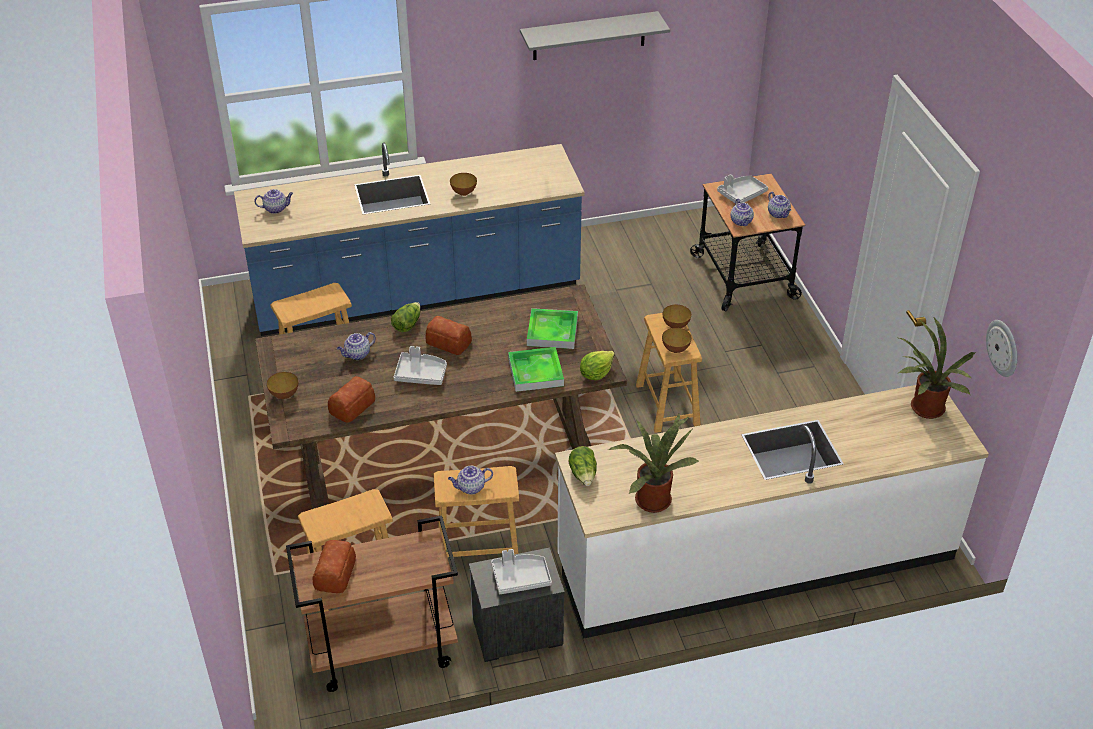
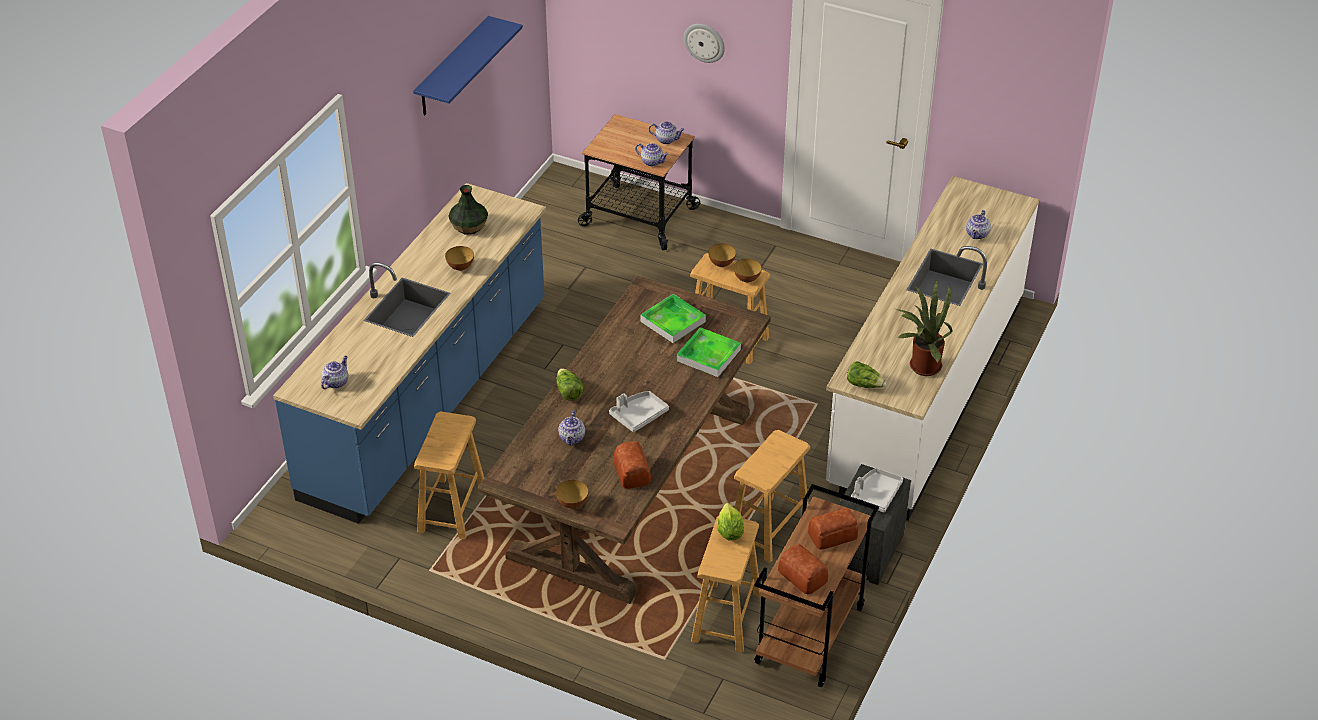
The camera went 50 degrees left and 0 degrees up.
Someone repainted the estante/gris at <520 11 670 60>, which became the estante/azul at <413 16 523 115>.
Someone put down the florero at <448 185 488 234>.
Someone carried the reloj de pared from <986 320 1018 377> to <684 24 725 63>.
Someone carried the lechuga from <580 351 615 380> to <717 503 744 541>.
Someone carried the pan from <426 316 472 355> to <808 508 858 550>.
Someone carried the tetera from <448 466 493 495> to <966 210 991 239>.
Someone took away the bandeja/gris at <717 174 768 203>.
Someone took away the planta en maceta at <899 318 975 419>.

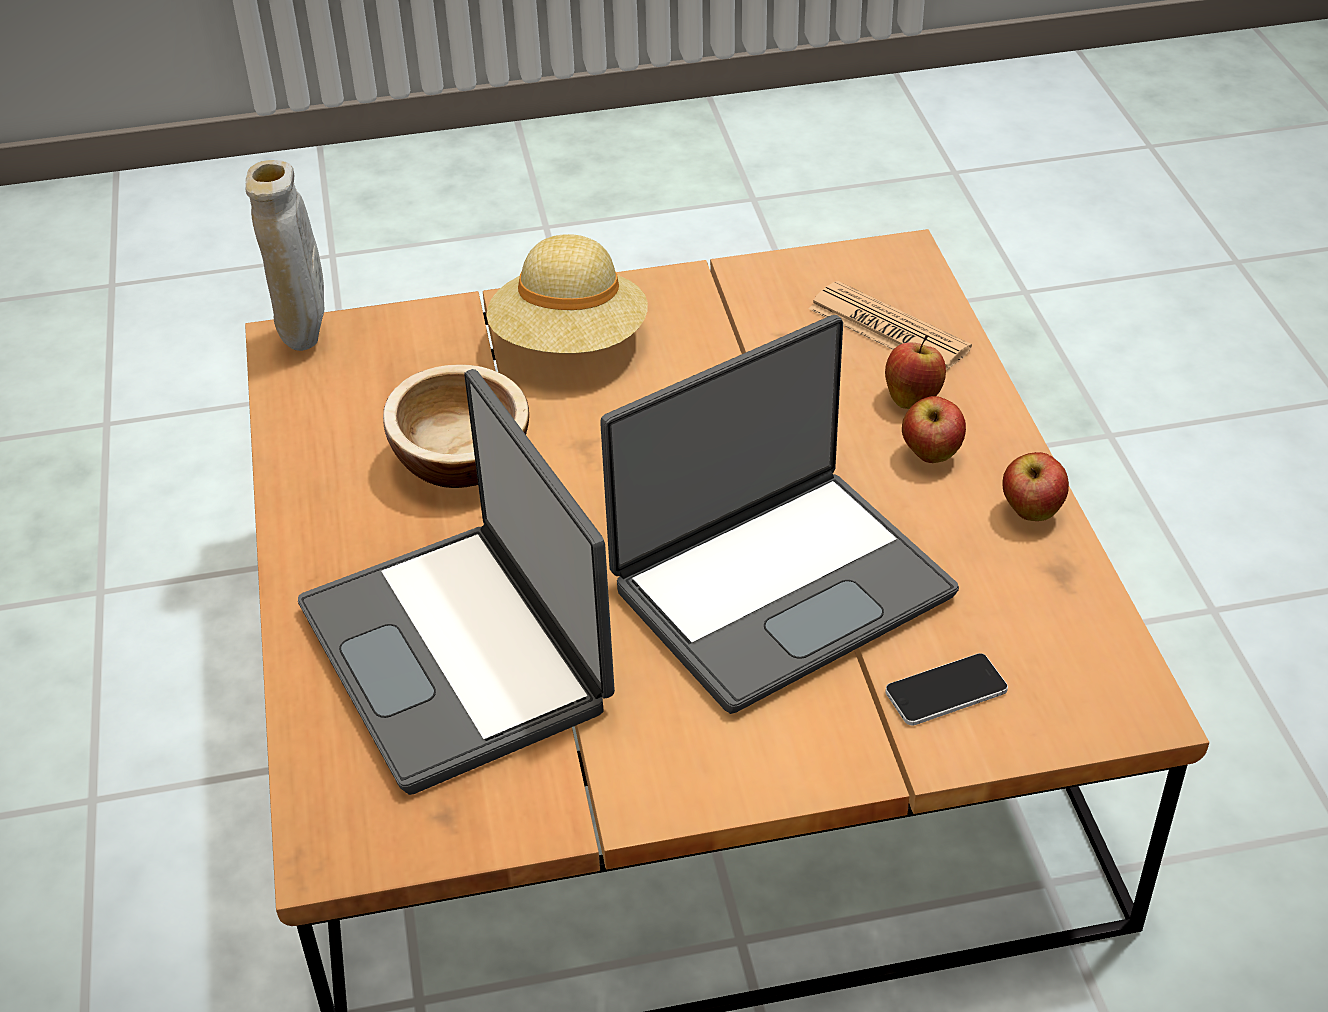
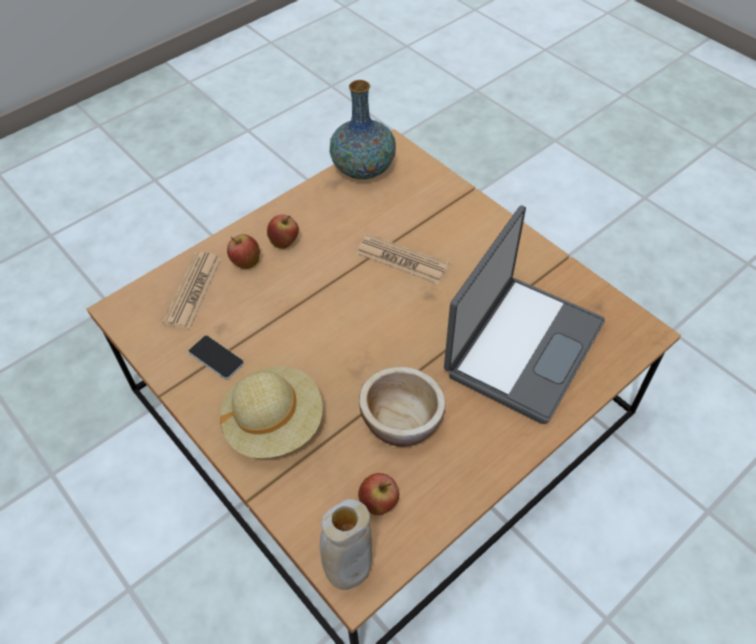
The camera went 120 degrees left and 10 degrees up.
Someone carried the móvil from <886 653 1008 725> to <188 336 244 380>.
Someone put down the florero at <330 80 396 179>.
Someone swapped the portátil at <600 315 959 714> for the periódico at <356 234 449 284>.
Someone carried the manzana from <1002 452 1069 521> to <358 473 399 515>.

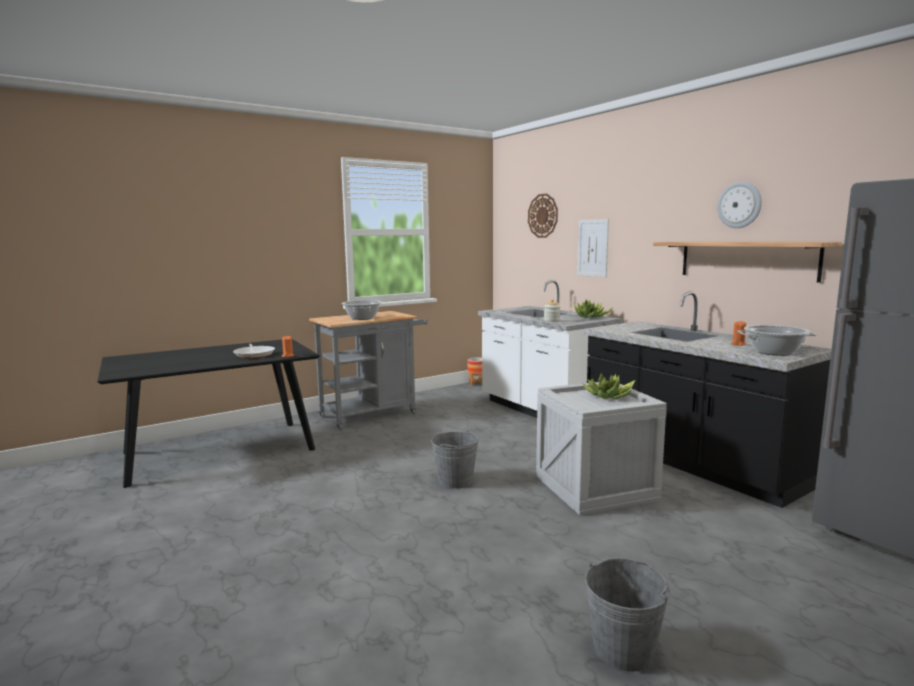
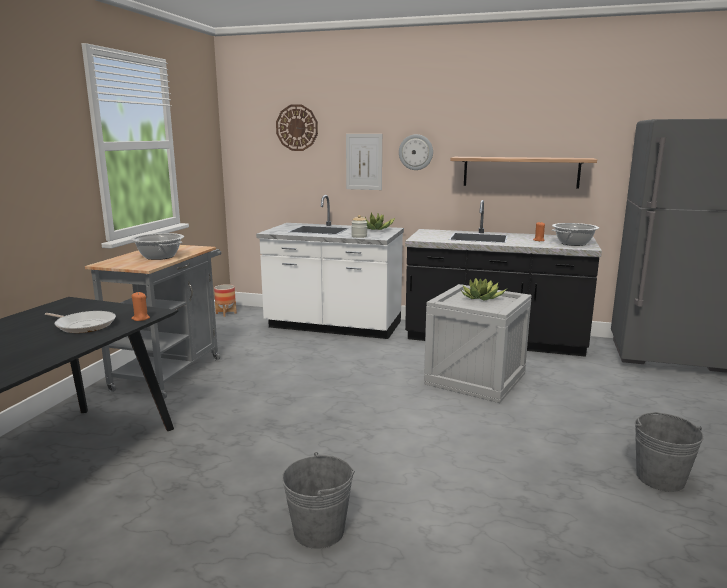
The camera went 40 degrees left and 5 degrees up.
Someone carried the cubo/gris from <431 430 479 489> to <282 452 355 549>.
Someone carried the reloj de pared from <717 182 762 228> to <399 134 433 170>.

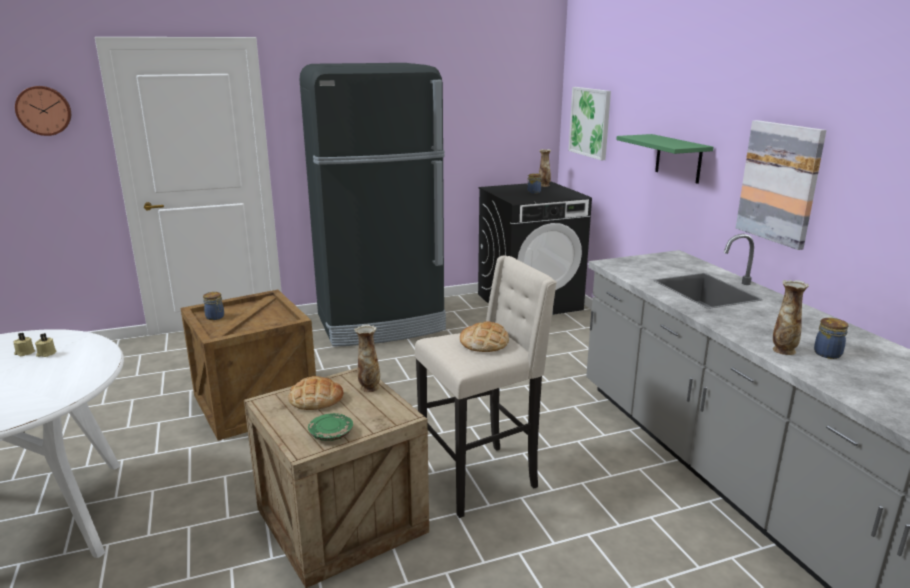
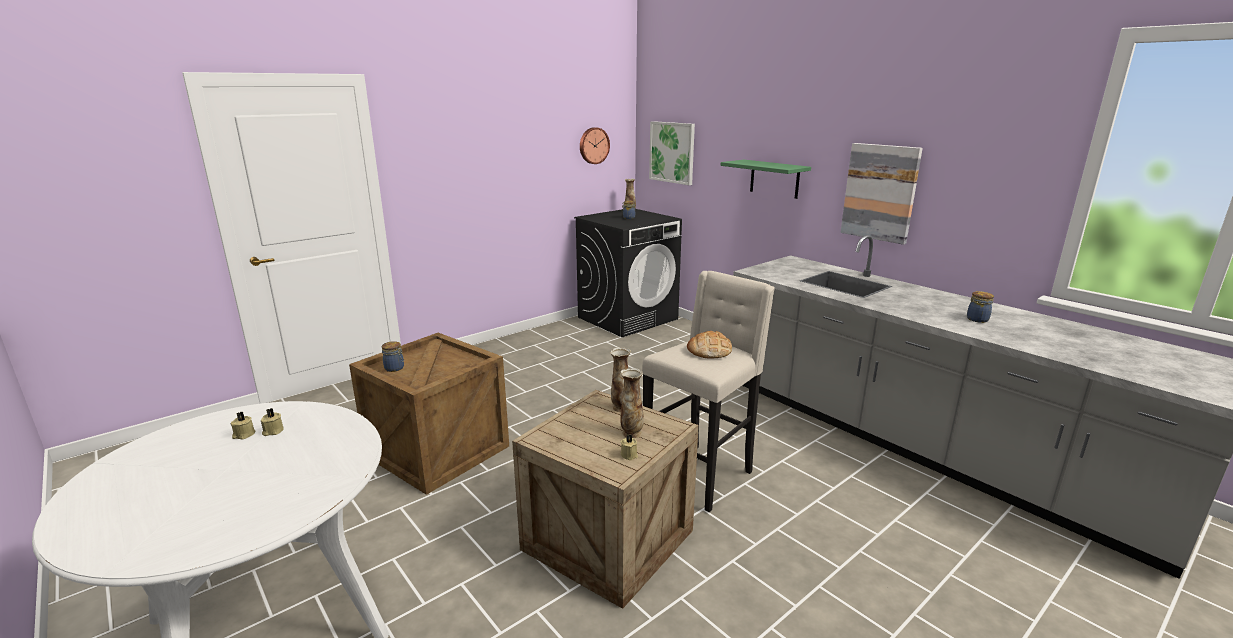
The camera went 20 degrees left and 0 degrees up.
Someone carried the reloj de pared from <15 86 71 136> to <580 127 610 164>.
Someone carried the florero from <773 280 809 355> to <620 368 644 438>.
Someone swapped the plato/verde at <308 413 353 441> for the vela/beis at <620 434 638 460>.
Someone took away the pan at <288 376 343 410>.
Someone took away the nevera/negro at <299 63 446 346>.

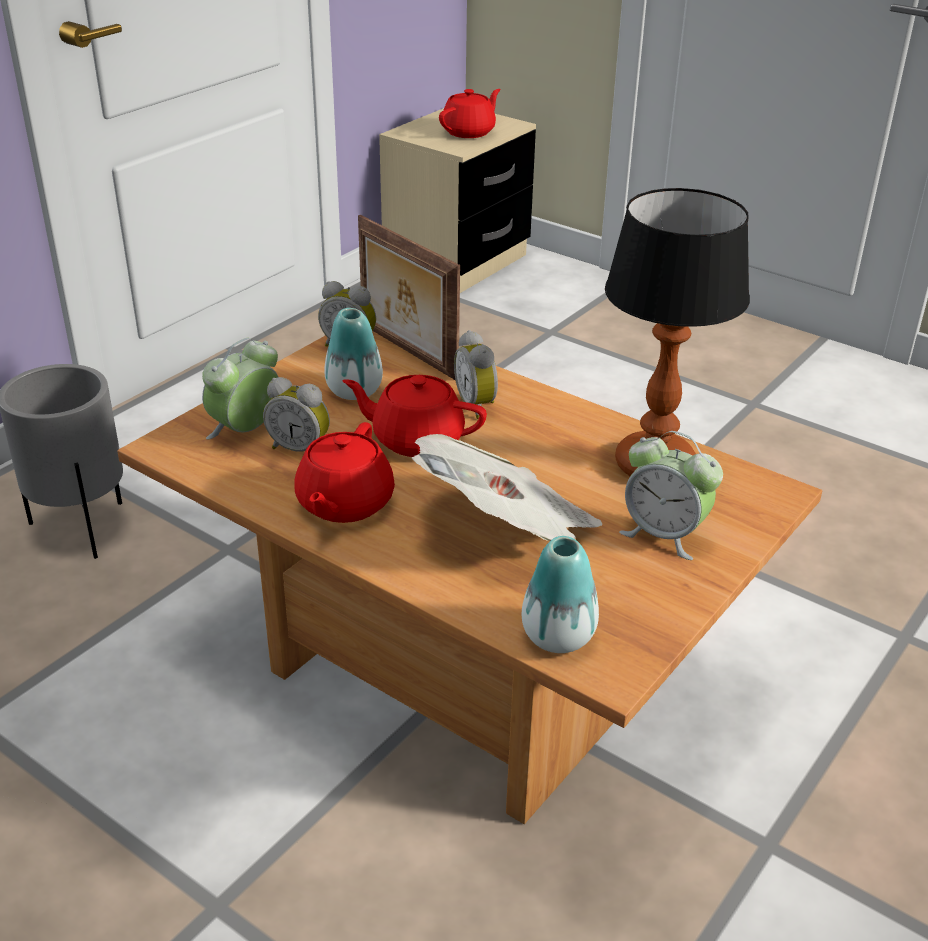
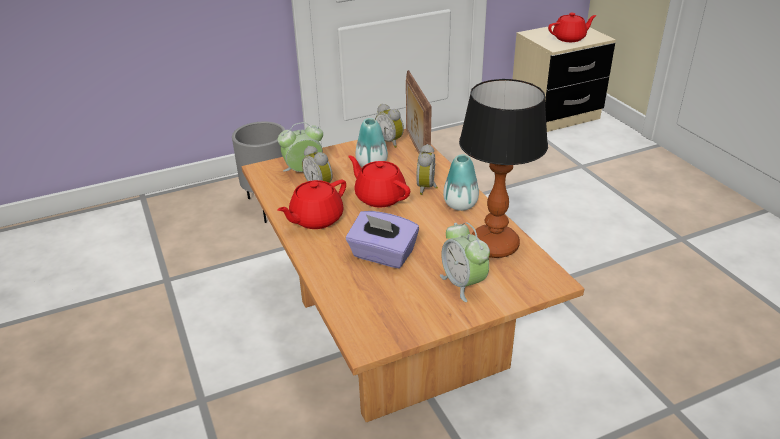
The camera went 30 degrees right and 0 degrees up.
Someone swapped the periódico at <412 434 603 541> for the caja de pañuelos/morado at <346 211 419 268>.
Someone carried the florero from <522 536 599 653> to <443 154 479 211>.

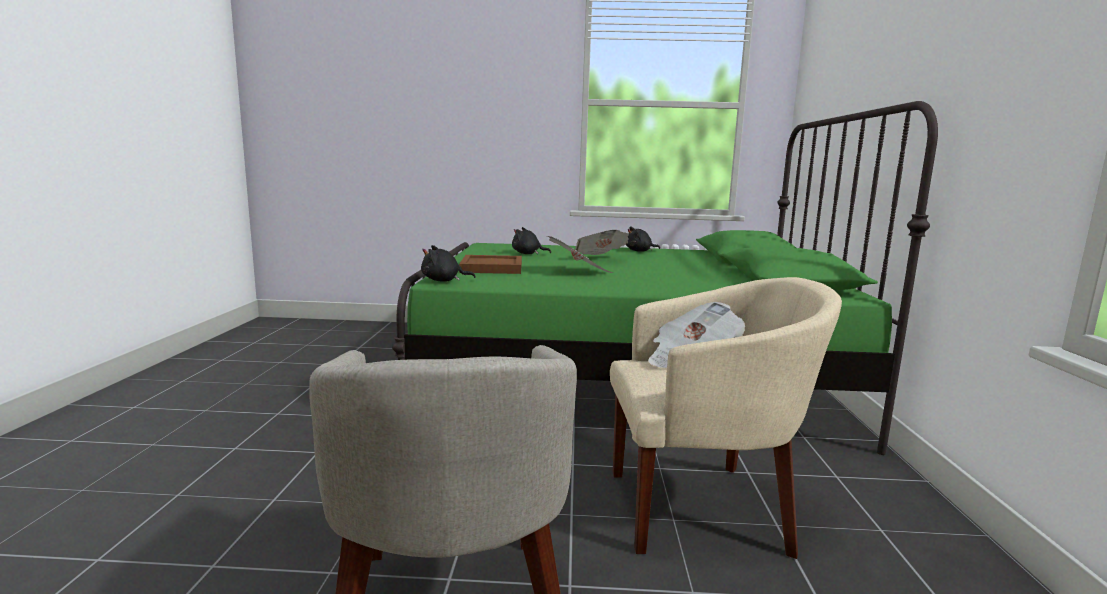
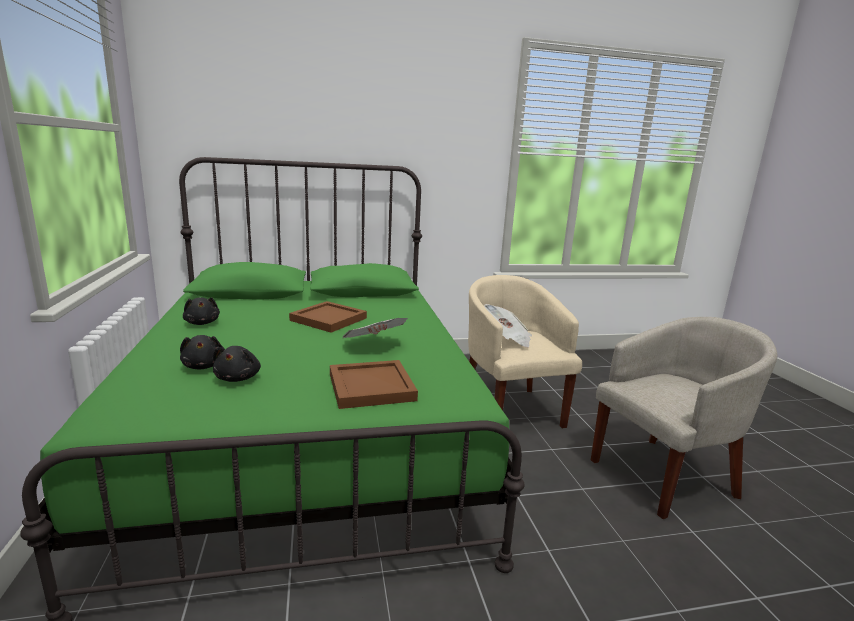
The camera went 105 degrees left and 5 degrees up.
Someone carried the peluche/negro from <421 245 476 282> to <180 335 225 370>.
Someone put down the bandeja/marrón at <289 301 367 332>.
Someone took away the periódico at <575 230 629 255>.

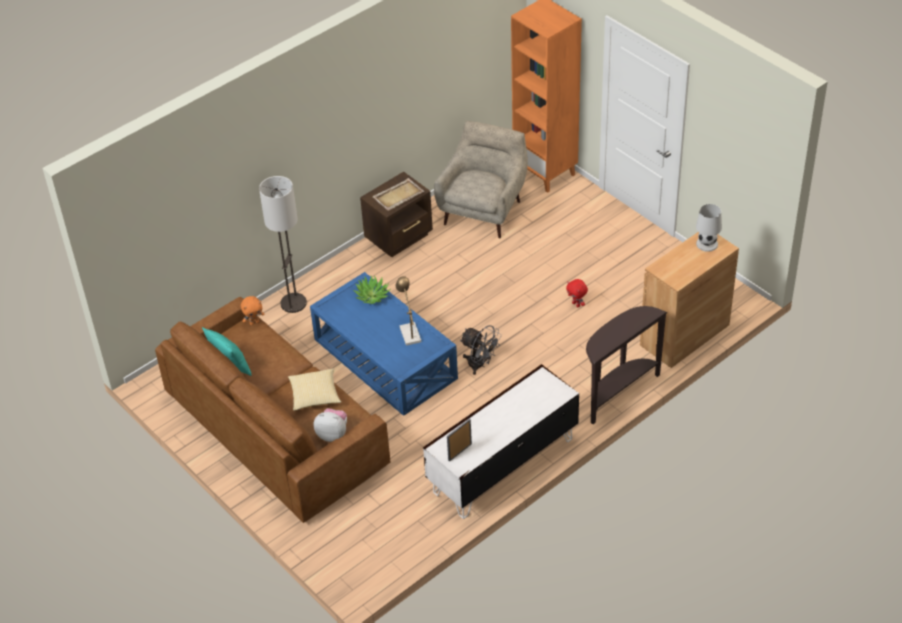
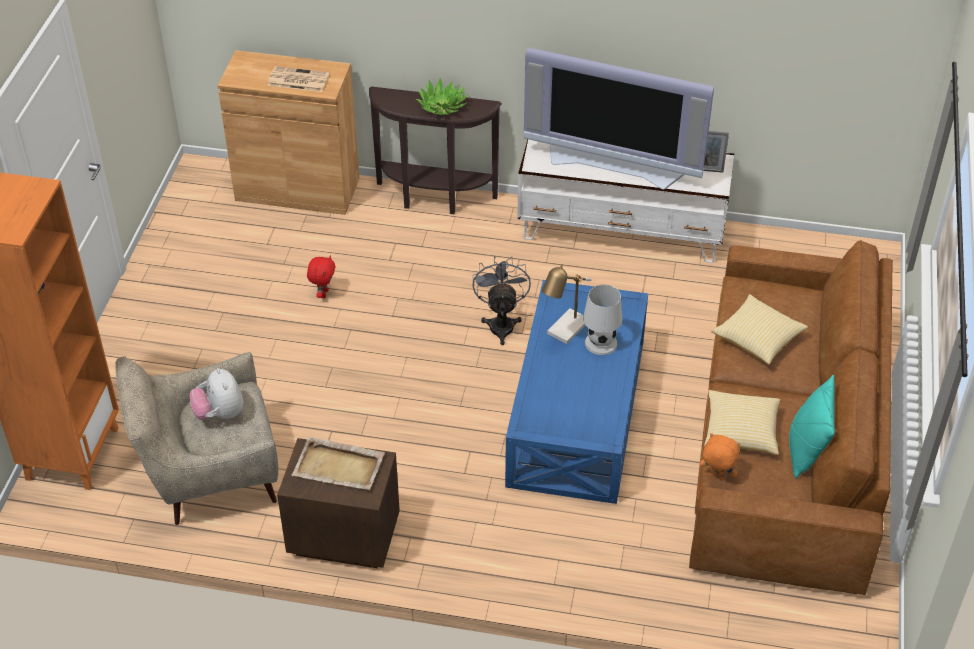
The camera went 130 degrees left and 0 degrees up.
Someone carried the peluche from <314 408 347 442> to <190 368 243 420>.
Someone put down the periódico at <268 66 329 92>.
Someone carried the planta en maceta from <353 275 390 304> to <416 78 469 115>.
Someone put down the televisor at <524 48 714 190>.
Someone carried the lámpara de mesa/blanco from <696 204 722 252> to <583 285 622 355>.
Someone put down the cojín at <704 390 780 455>.
Someone took away the lámpara de pie at <259 176 307 313>.

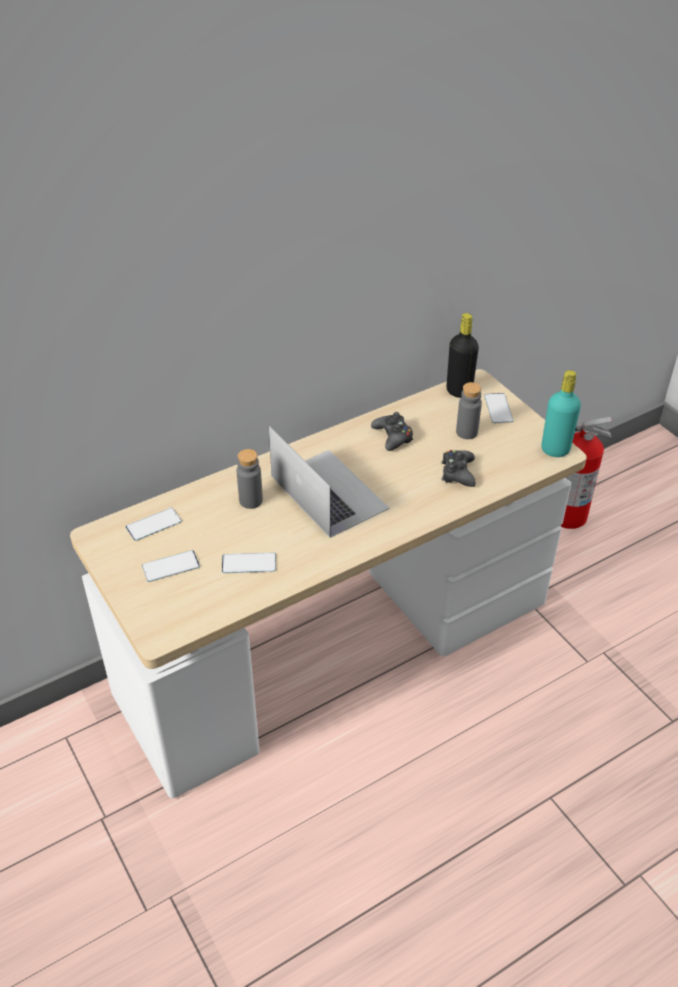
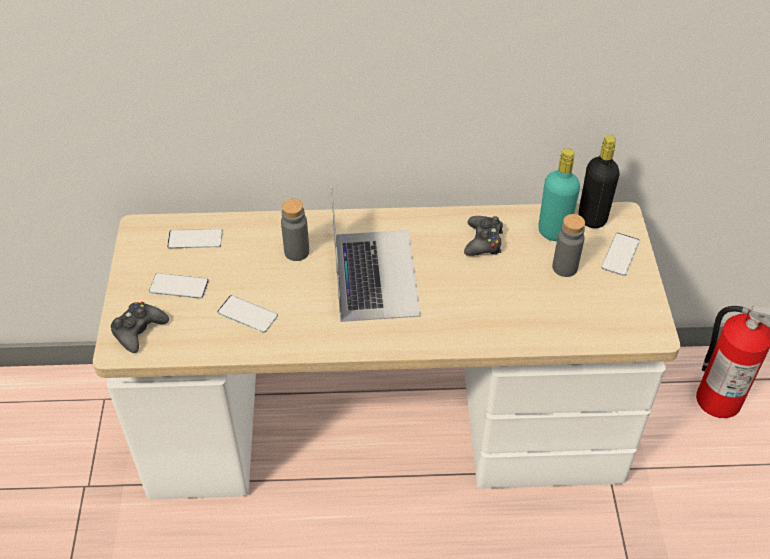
The camera went 30 degrees right and 5 degrees up.
Someone carried the mando de consola/negro from <441 450 476 487> to <111 302 169 353>.
Someone carried the botella/turquesa from <541 370 581 457> to <538 148 580 241>.

